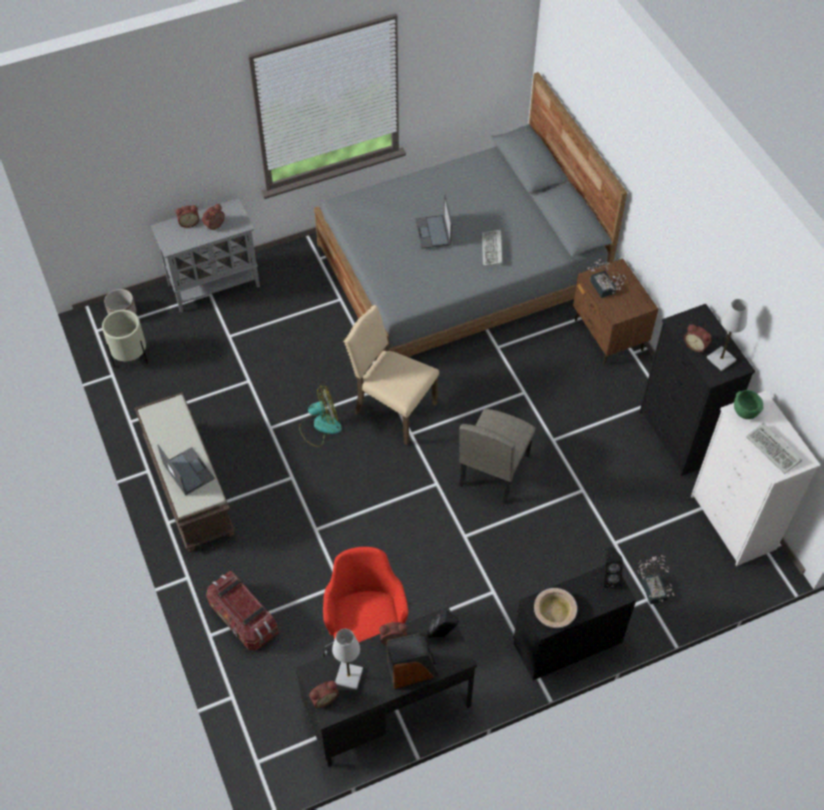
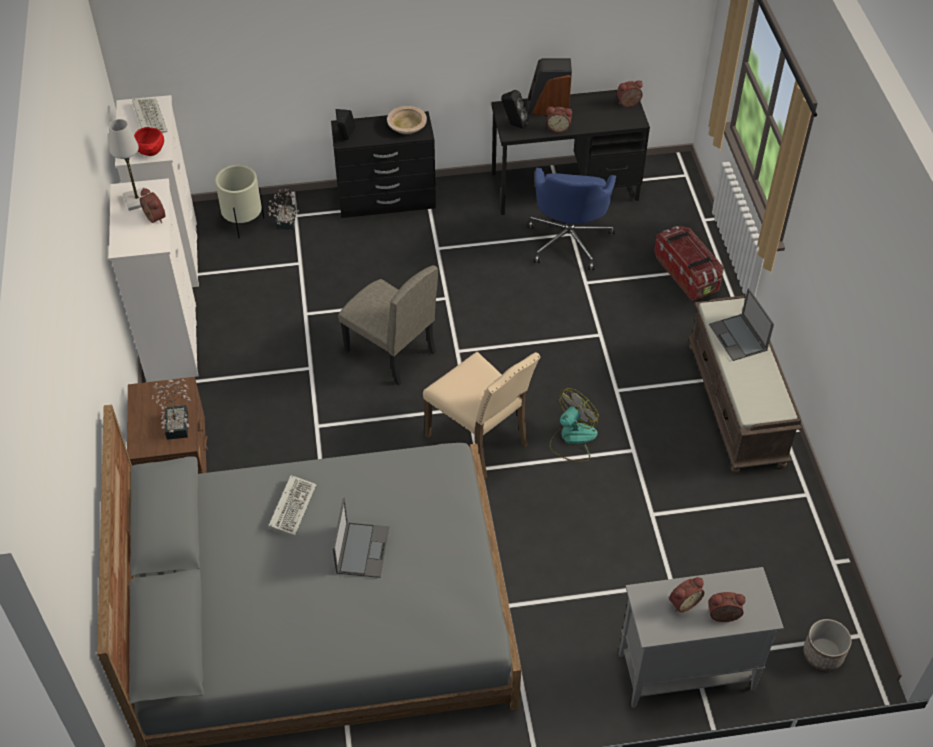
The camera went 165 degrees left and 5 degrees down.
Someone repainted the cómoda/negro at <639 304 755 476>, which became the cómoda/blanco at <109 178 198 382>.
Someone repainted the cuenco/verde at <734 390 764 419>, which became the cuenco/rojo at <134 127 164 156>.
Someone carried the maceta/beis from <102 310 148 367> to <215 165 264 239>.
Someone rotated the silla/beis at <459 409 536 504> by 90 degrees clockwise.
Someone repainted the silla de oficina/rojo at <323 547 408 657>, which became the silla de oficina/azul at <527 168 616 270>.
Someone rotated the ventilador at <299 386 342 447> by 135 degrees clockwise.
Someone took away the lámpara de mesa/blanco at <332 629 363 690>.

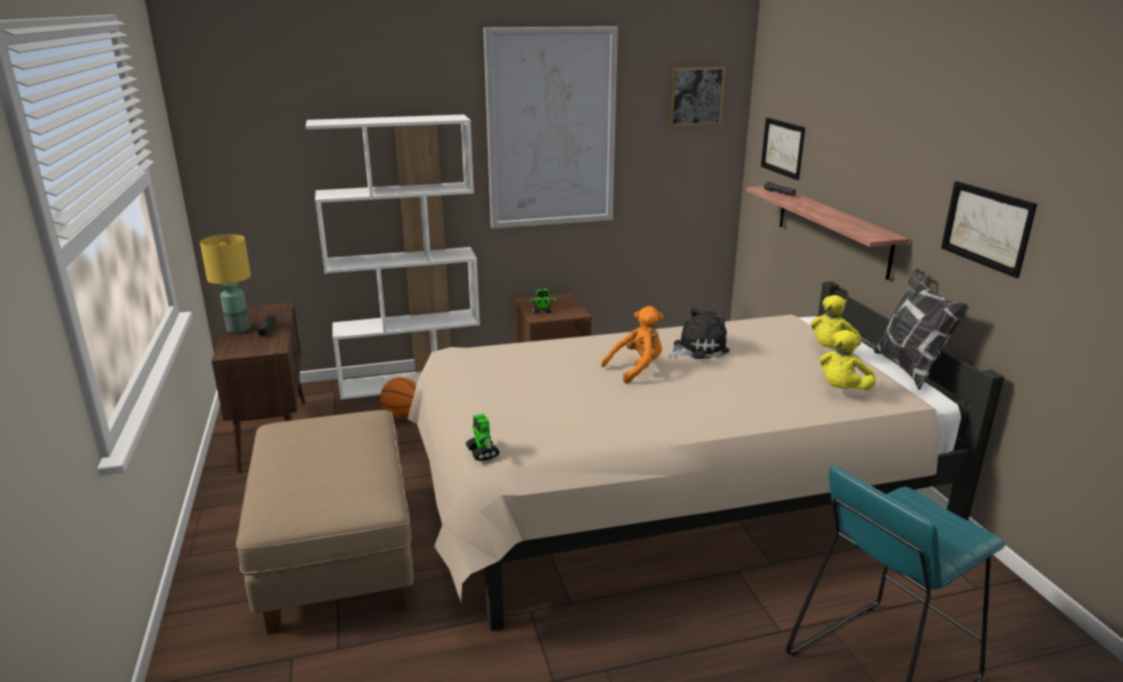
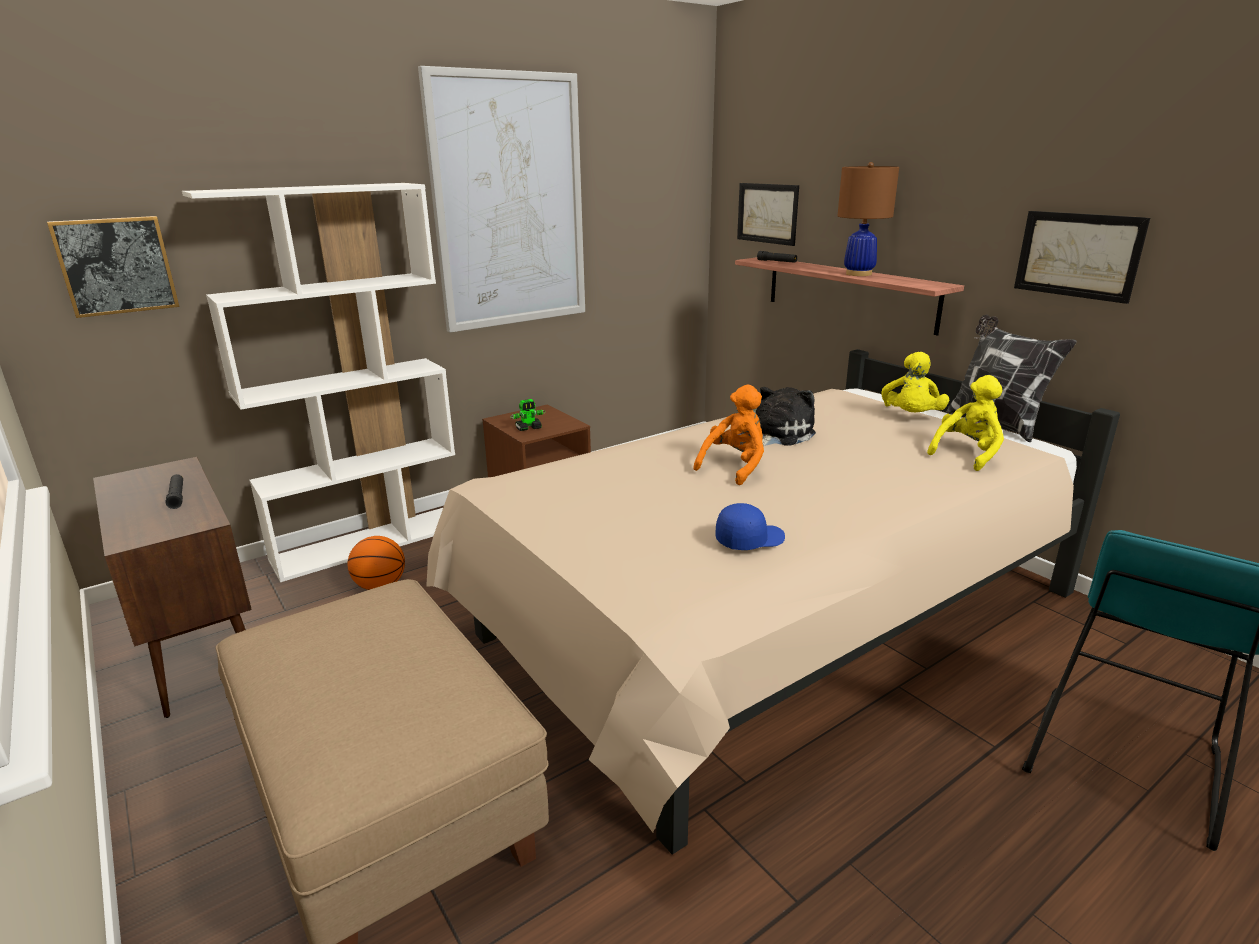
The camera went 20 degrees left and 0 degrees up.
Someone carried the cuadro from <669 67 725 126> to <47 216 180 318>.
Someone put down the gorra/azul at <716 503 785 550>.
Someone put down the lámpara de mesa/marrón at <837 162 899 276>.
Someone rotated the peluche/amarillo at <819 330 876 390> by 150 degrees counterclockwise.
Someone took away the lámpara de mesa/amarillo at <200 234 251 333>.
Someone took away the robot de juguete at <466 414 500 461>.

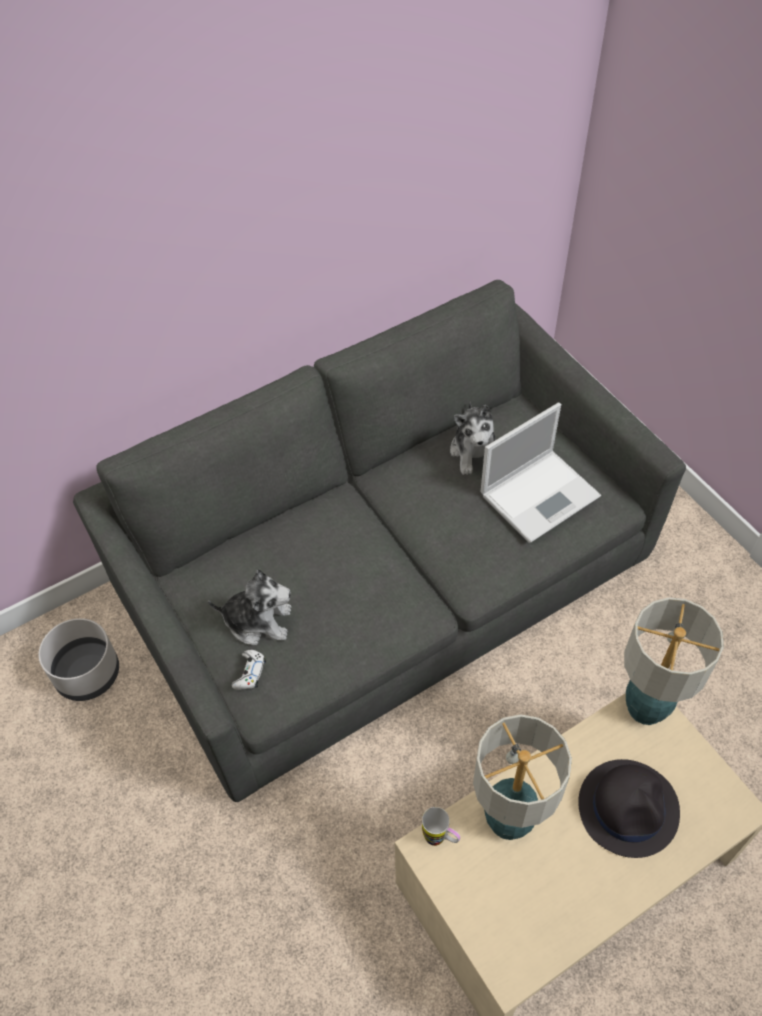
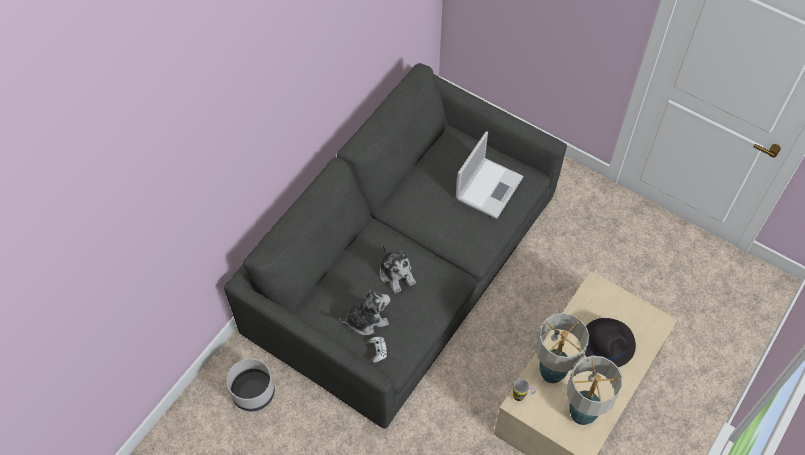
The camera went 25 degrees left and 5 degrees up.
Someone carried the peluche from <450 402 496 475> to <380 244 416 294>.
Someone carried the lámpara de mesa from <624 597 724 725> to <567 356 623 425>.

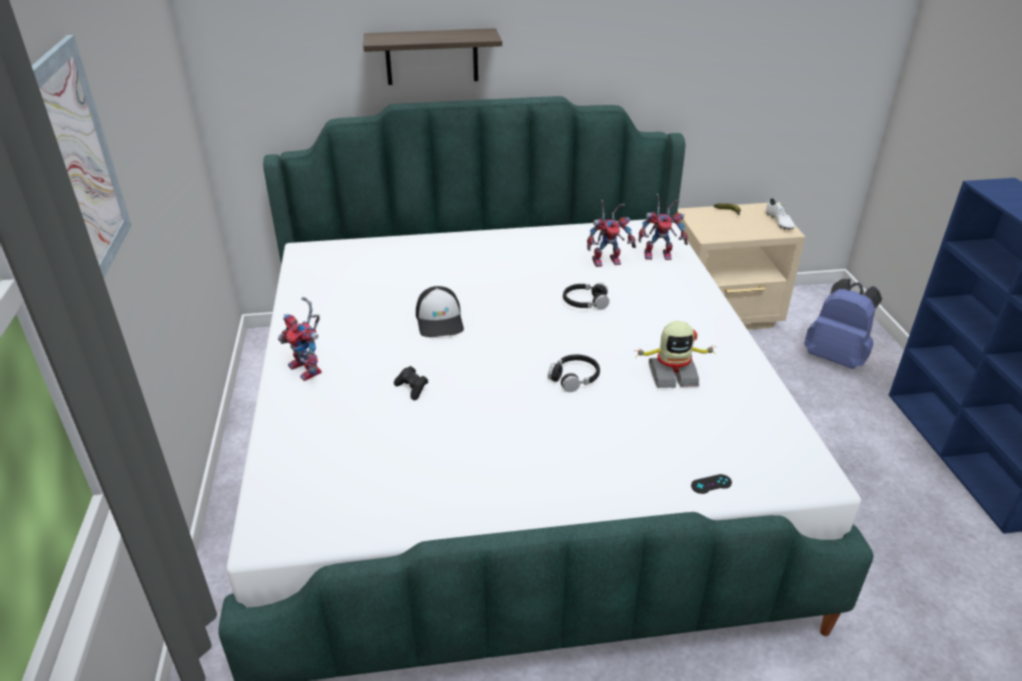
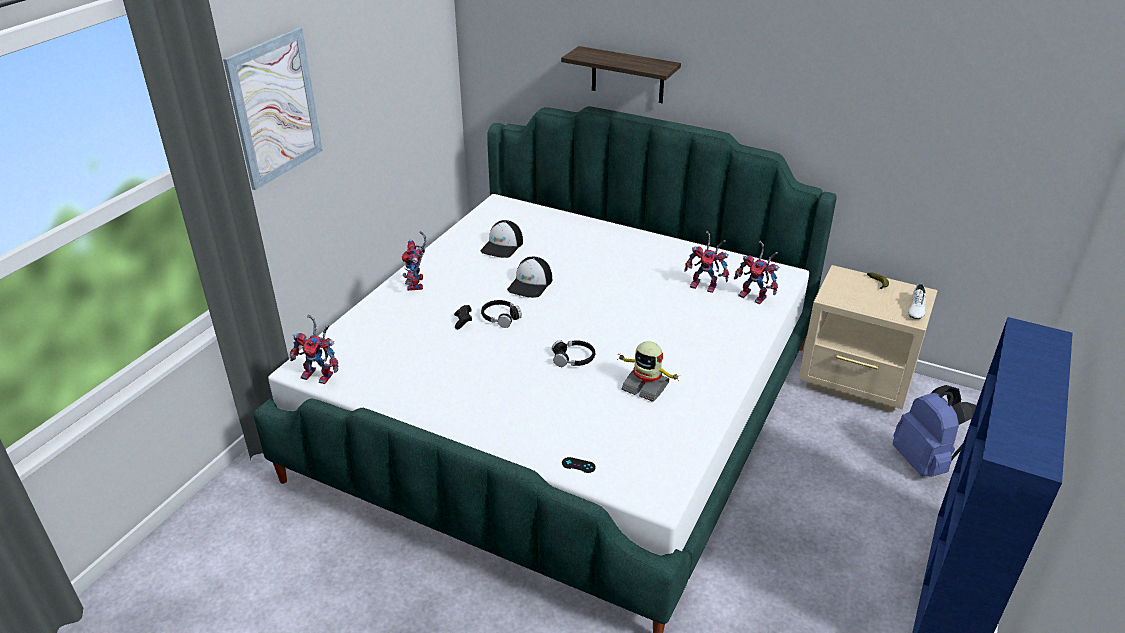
The camera went 35 degrees right and 0 degrees up.
Someone put down the robot de juguete at <290 315 338 384>.
Someone put down the gorra at <480 220 523 258>.
Someone carried the auriculares/negro from <563 283 609 310> to <481 300 522 328>.

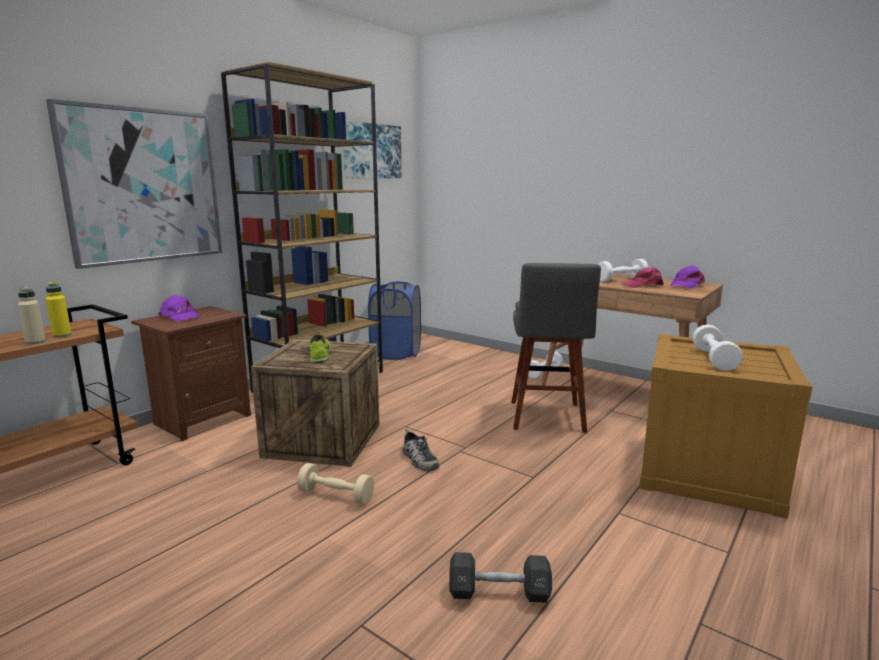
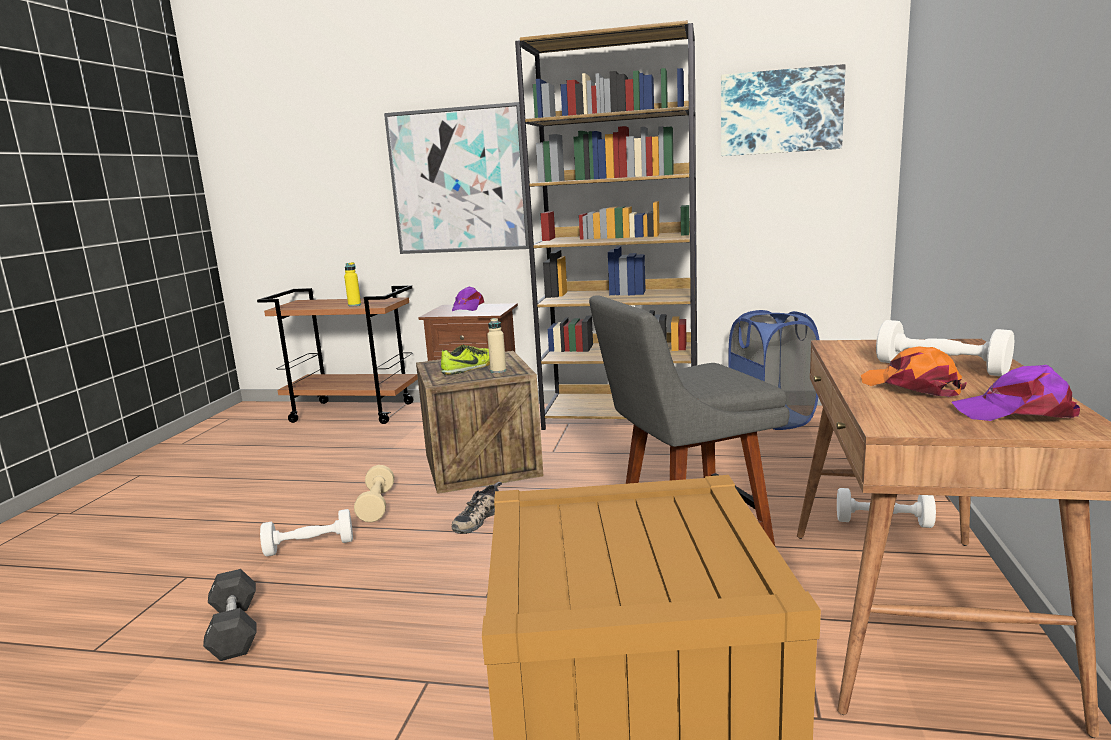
The camera went 65 degrees right and 0 degrees up.
Someone carried the mancuerna/blanco from <692 325 743 371> to <260 509 353 557>.
Someone carried the botella/beis from <18 287 46 344> to <487 318 506 373>.
Someone repainted the gorra/rosa at <622 267 664 288>, which became the gorra/naranja at <861 347 967 397>.

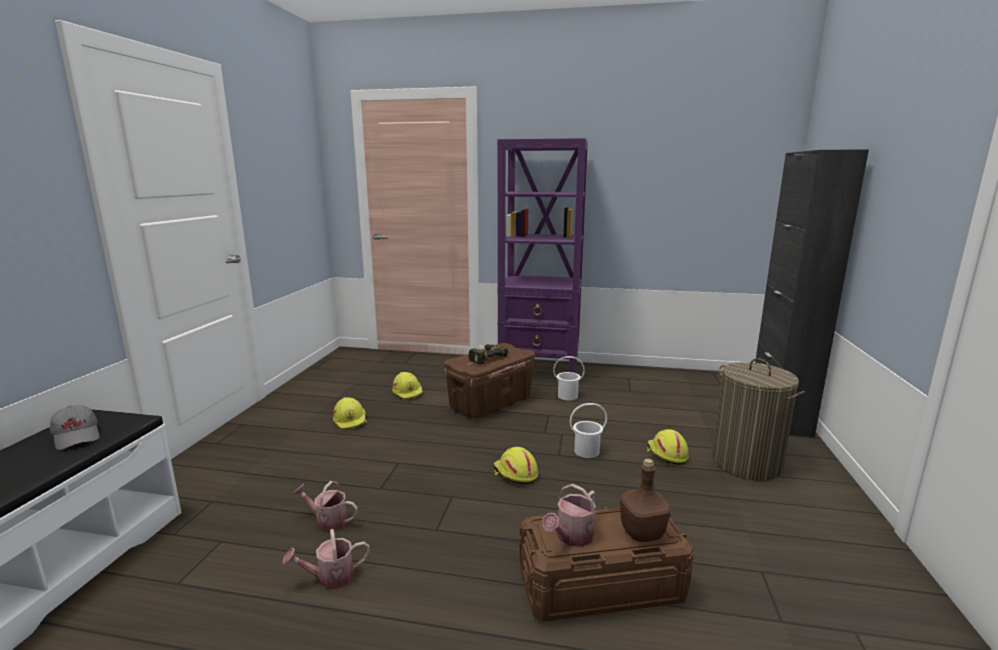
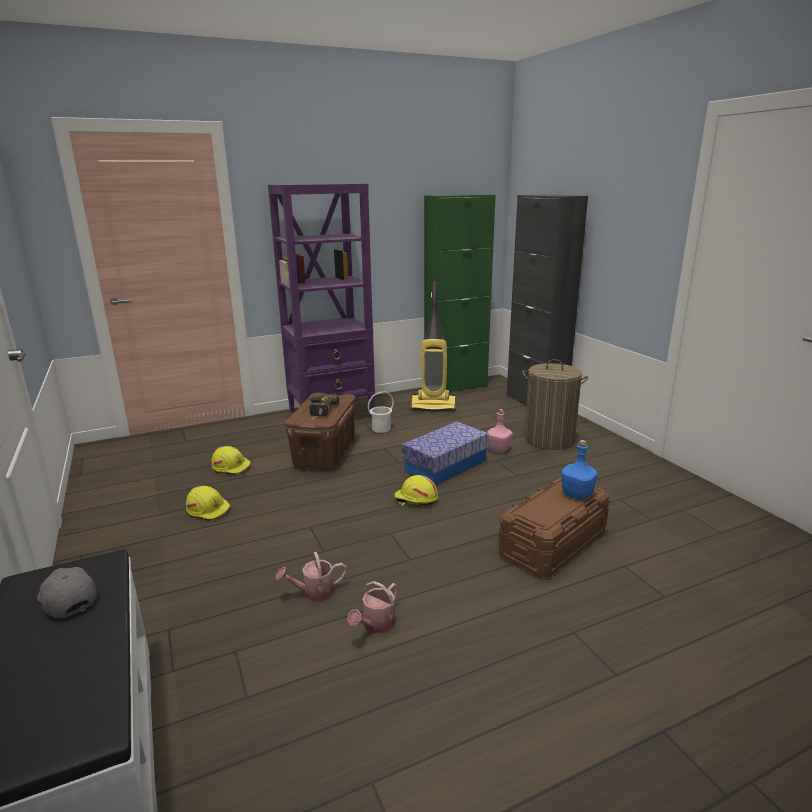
The camera went 35 degrees left and 5 degrees up.
Someone rotated the gorra/gris at <50 405 99 450> by 150 degrees counterclockwise.
Someone swapped the cubo/blanco at <570 403 607 458> for the caja de almacenaje at <402 422 489 486>.
Someone put down the aspiradora at <411 282 456 412>.
Someone put down the armario/verde at <424 194 495 392>.
Someone swapped the casco/amarillo at <646 429 689 465> for the botella/rosa at <487 409 513 453>.
Someone repainted the botella/marrón at <620 459 671 542>, which became the botella/azul at <561 440 598 500>.
Someone took away the regadera at <542 484 597 547>.

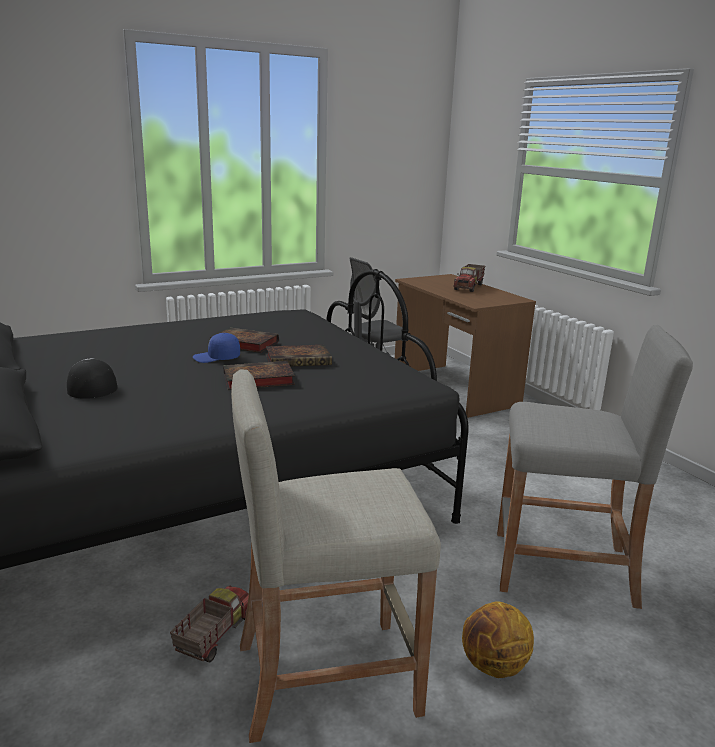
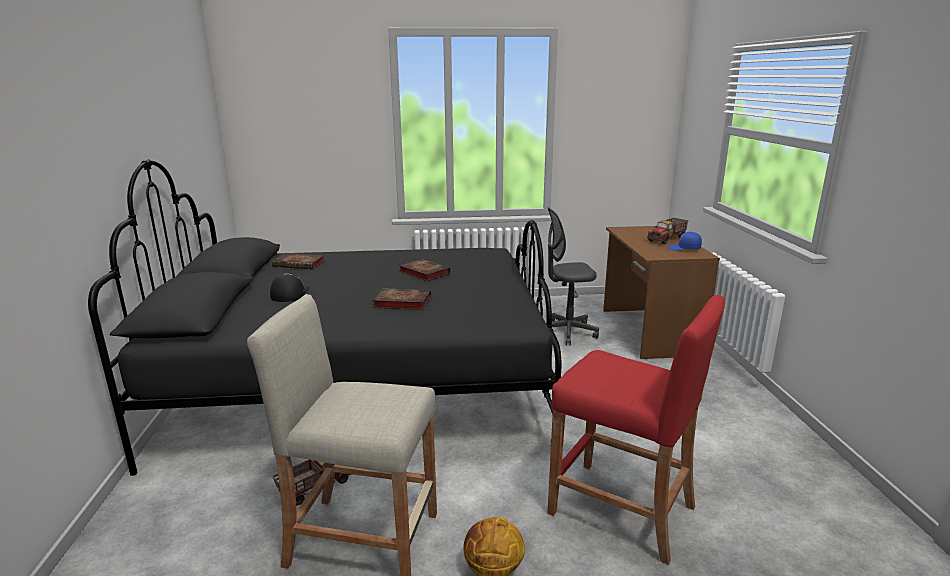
The camera went 25 degrees right and 0 degrees up.
Someone carried the libro from <266 345 332 366> to <272 253 325 269>.
Someone repainted the taburete/gris at <497 325 693 609>, which became the taburete/rojo at <547 295 725 565>.
Someone carried the gorra/azul from <193 333 240 363> to <668 232 702 251>.

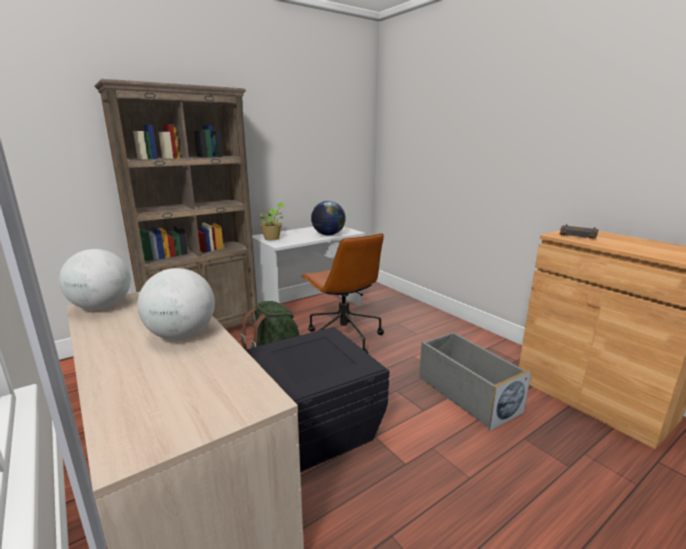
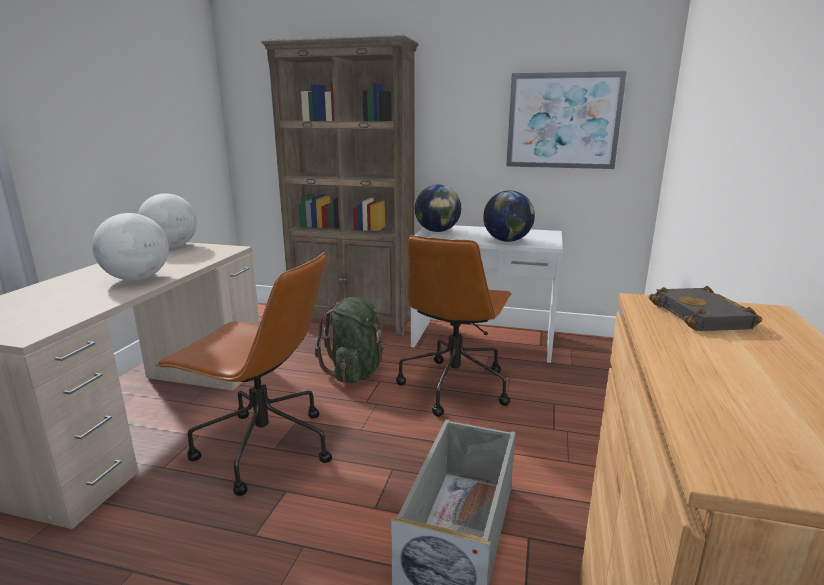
The camera went 50 degrees right and 0 degrees up.
Someone swapped the caja de almacenaje/negro at <246 327 389 472> for the silla de oficina/marrón at <156 252 332 496>.
Someone swapped the planta en maceta at <257 202 285 240> for the globo terráqueo at <415 185 461 232>.
Someone put up the cuadro at <506 71 627 169>.

